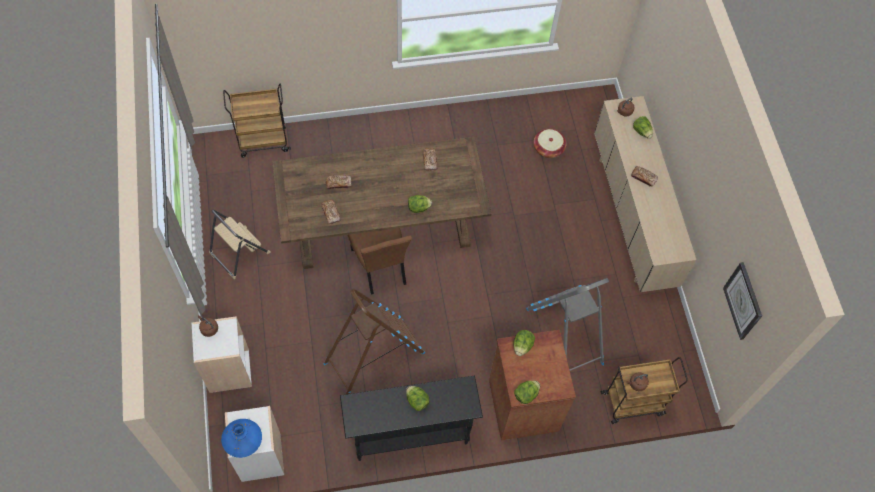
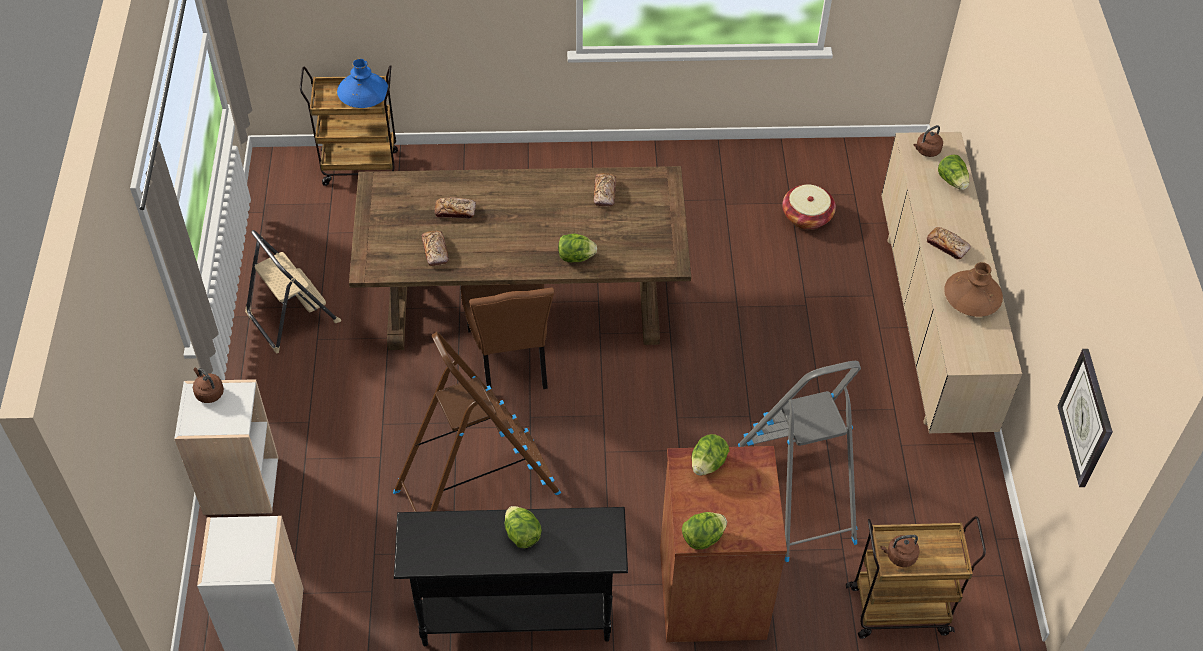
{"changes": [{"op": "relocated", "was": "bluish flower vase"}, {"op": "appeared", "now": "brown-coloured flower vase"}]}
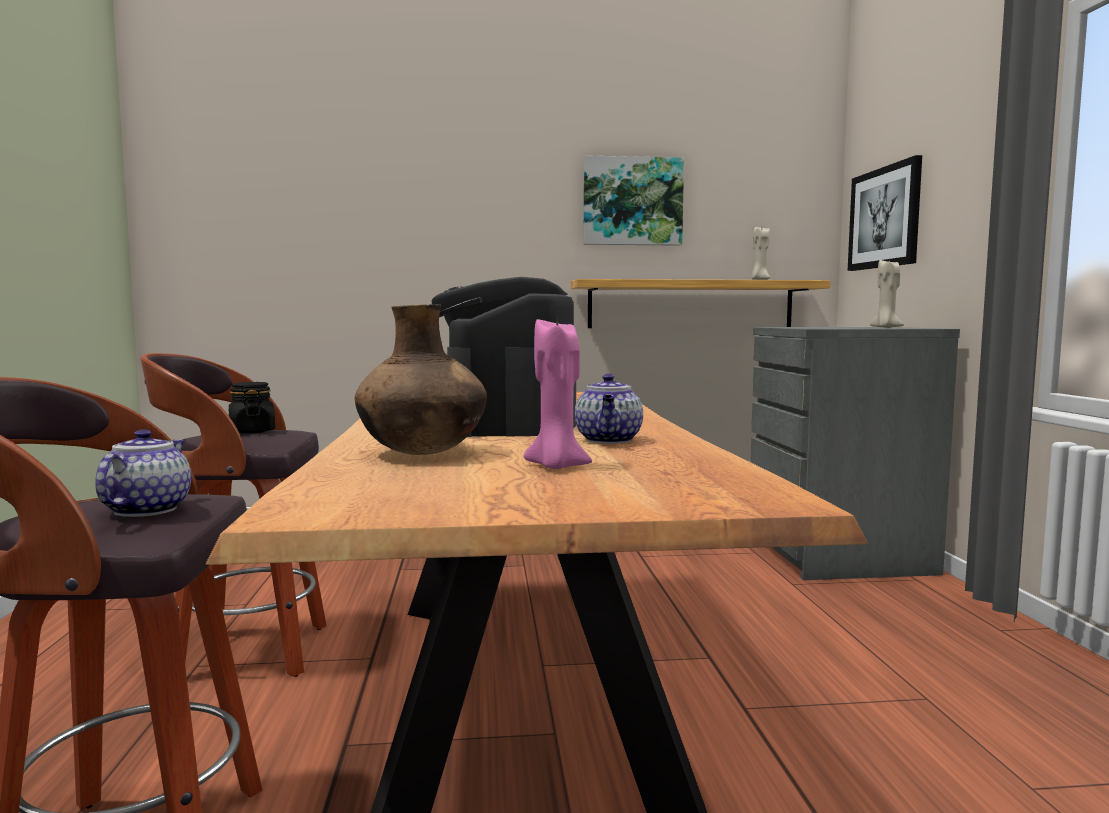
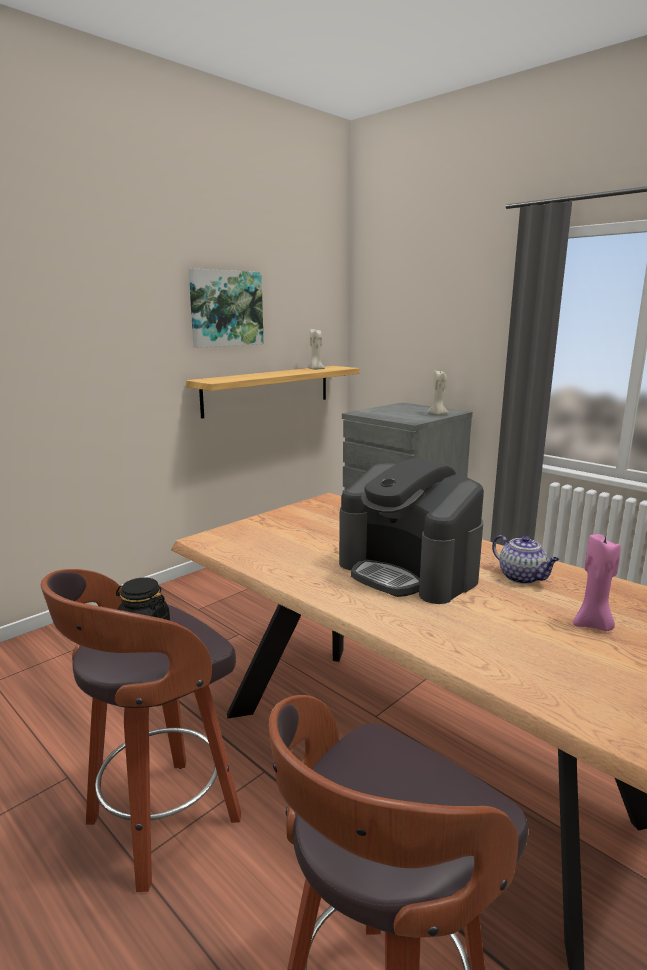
{"changes": [{"op": "missing", "was": "wall art (no. 2 from left)"}, {"op": "missing", "was": "brown-coloured flower vase"}, {"op": "missing", "was": "teapot (no. 1 from left)"}]}
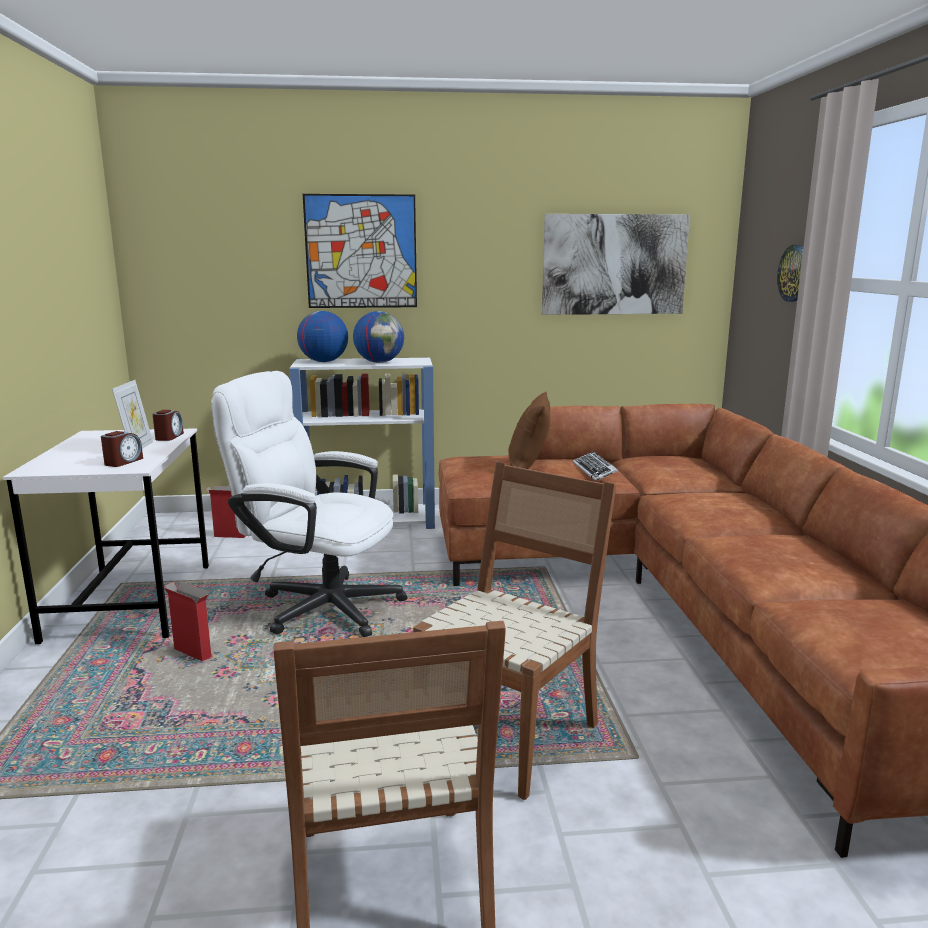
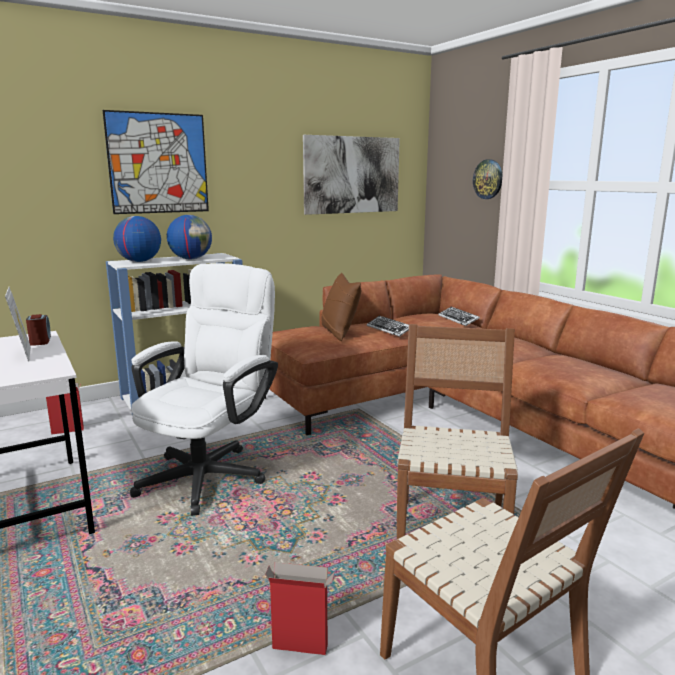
{"changes": [{"op": "spun", "was": "white-coloured desk chair", "clockwise": 120}, {"op": "missing", "was": "bedside clock (no. 1 from left)"}, {"op": "relocated", "was": "cardboard box (no. 1 from left in the first image)", "now": "cardboard box (no. 2 from left)"}, {"op": "appeared", "now": "PC keyboard (no. 2 from left)"}]}
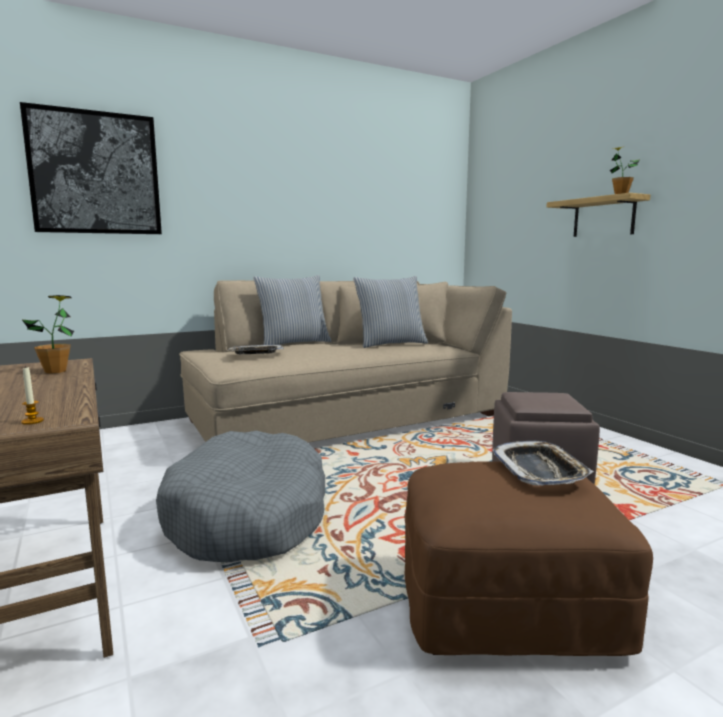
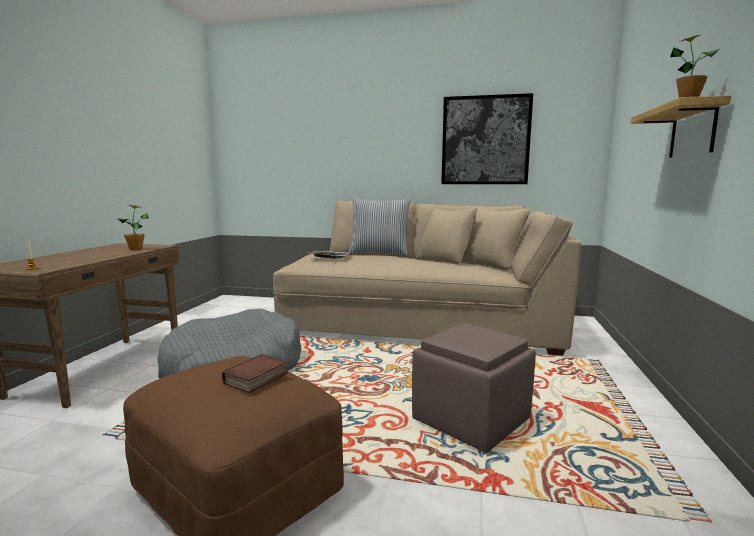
{"changes": [{"op": "relocated", "was": "wall art"}, {"op": "missing", "was": "pillow (no. 2 from left)"}, {"op": "exchanged", "was": "serving tray (no. 2 from left)", "now": "volume"}]}
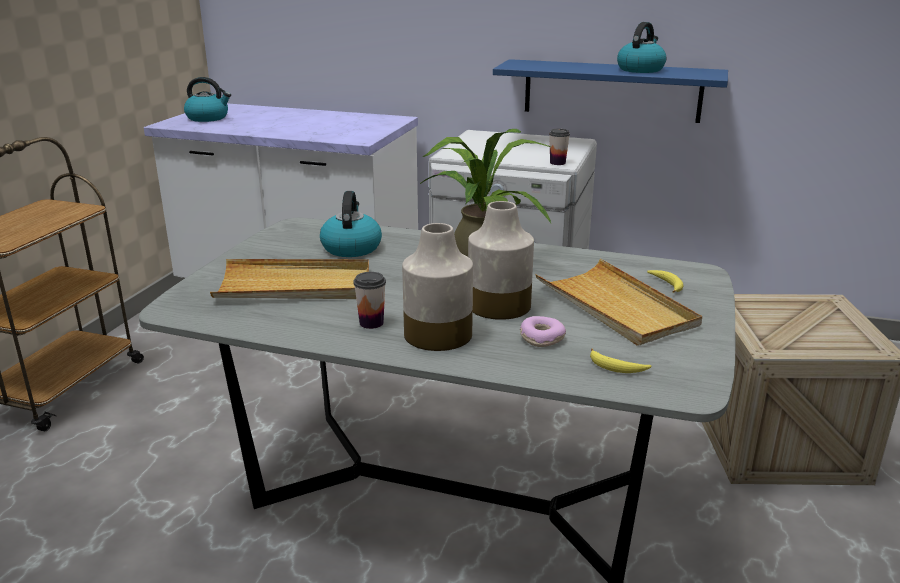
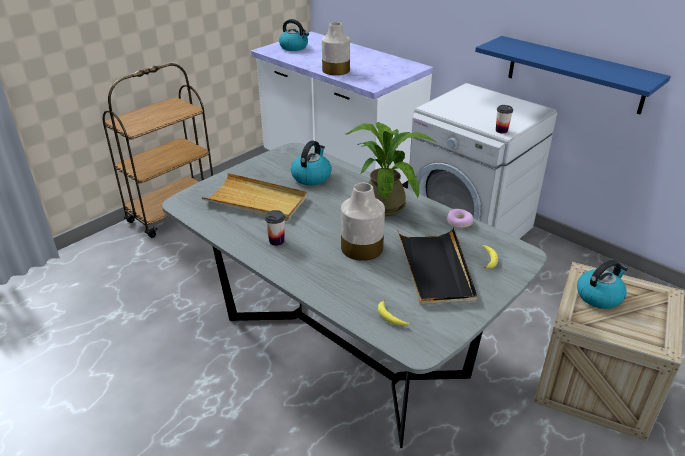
{"changes": [{"op": "relocated", "was": "tea kettle (no. 3 from left)"}, {"op": "relocated", "was": "beige flower vase (no. 1 from left)"}, {"op": "colour", "was": "beige serving tray (no. 2 from left)", "now": "blackish serving tray"}, {"op": "relocated", "was": "ring doughnut"}]}
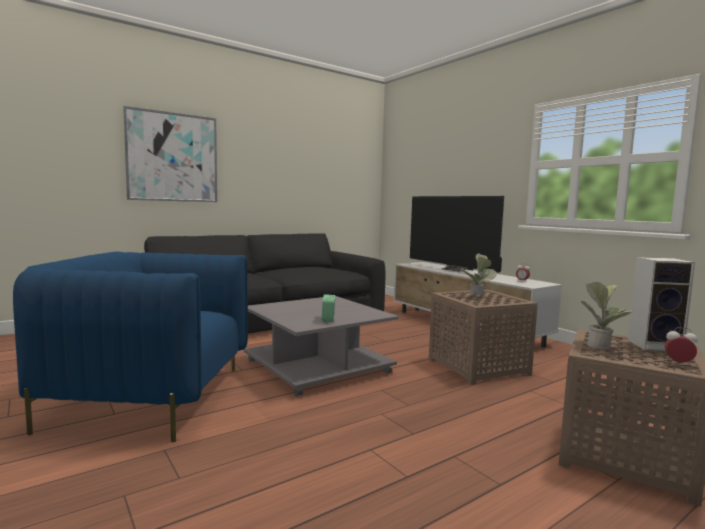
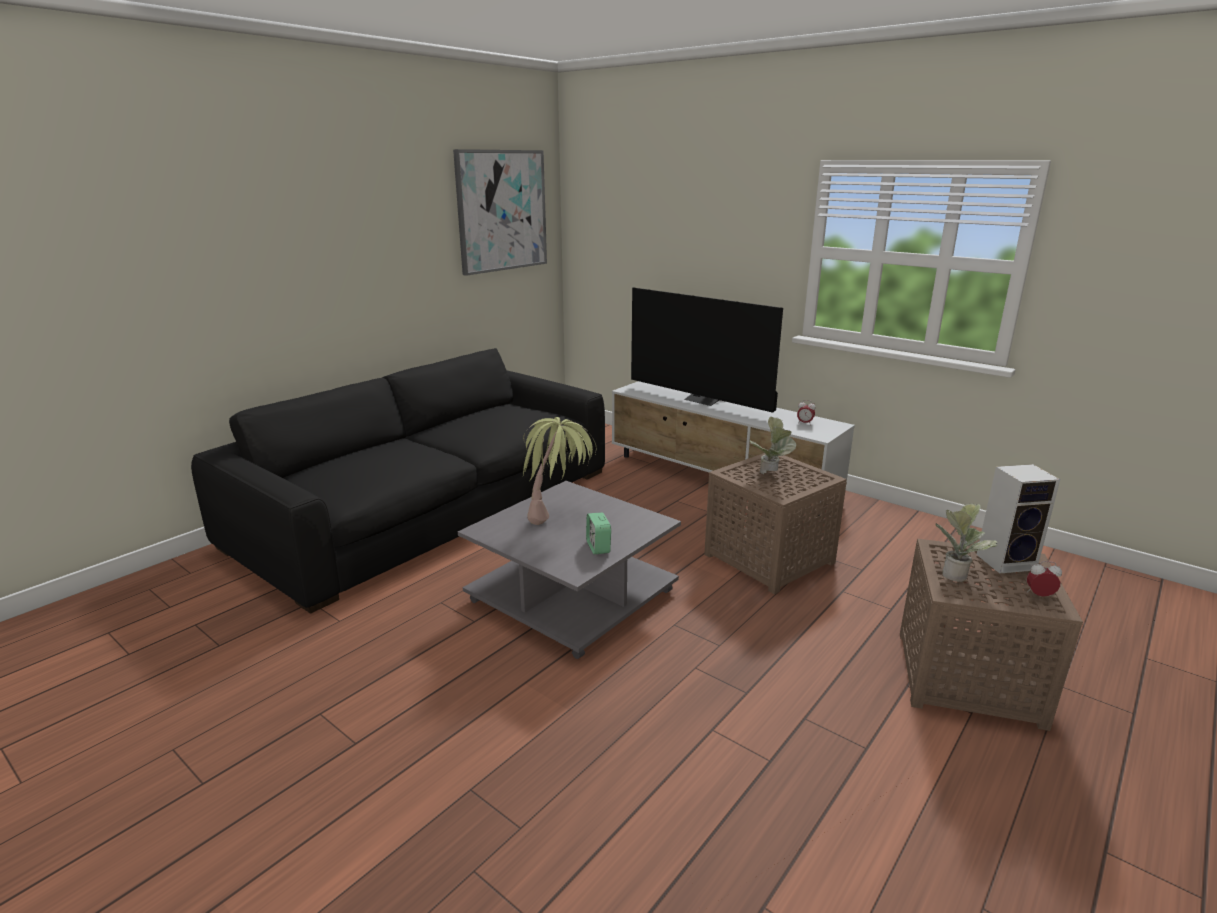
{"changes": [{"op": "relocated", "was": "wall art"}, {"op": "missing", "was": "bluish easy chair"}, {"op": "appeared", "now": "plant in a pot (no. 1 from left)"}]}
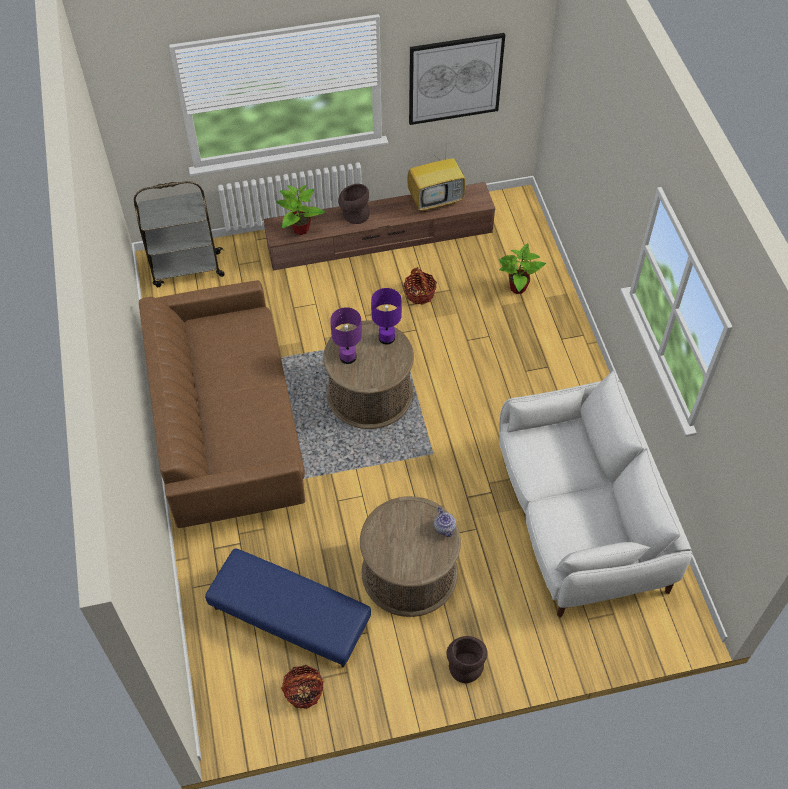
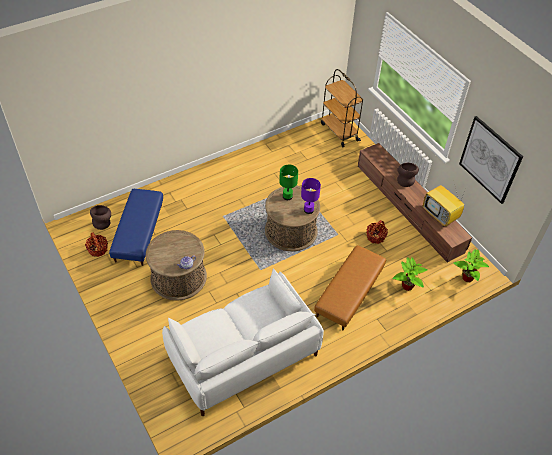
{"changes": [{"op": "colour", "was": "gray wheeled cart", "now": "brown-coloured wheeled cart"}, {"op": "relocated", "was": "plant in a pot (no. 1 from left in the first image)", "now": "plant in a pot (no. 2 from left)"}, {"op": "missing", "was": "brown-coloured couch"}, {"op": "colour", "was": "purple-coloured table lamp (no. 1 from left)", "now": "green-coloured table lamp"}, {"op": "relocated", "was": "brown-coloured flower vase (no. 2 from left in the first image)", "now": "brown-coloured flower vase (no. 1 from left)"}, {"op": "appeared", "now": "brown-coloured pouffe"}]}
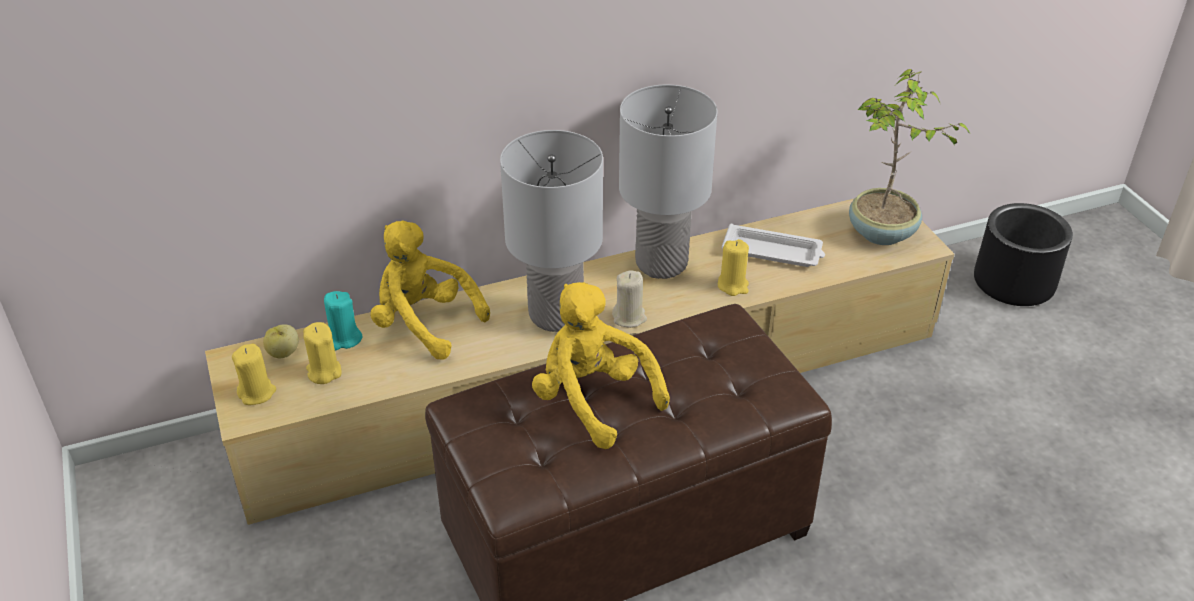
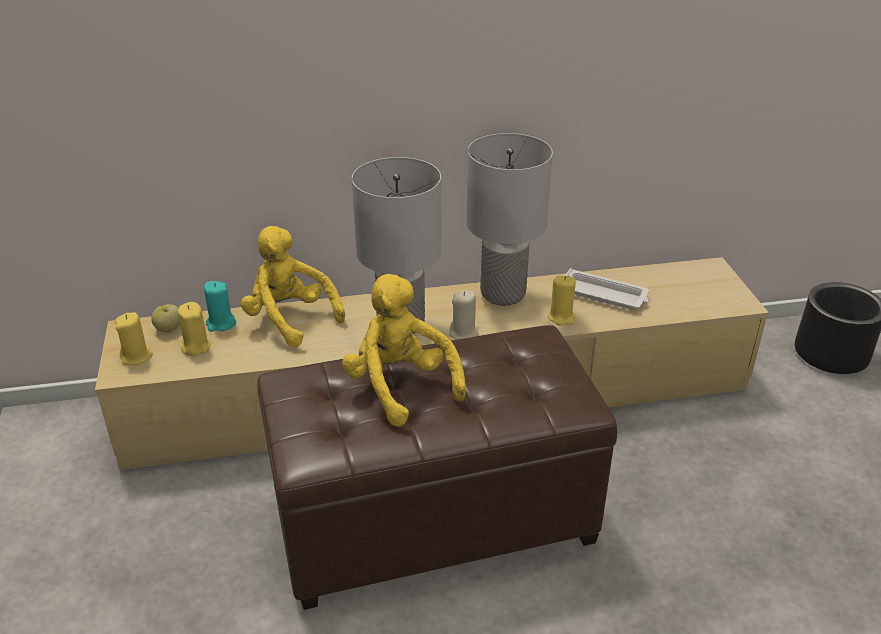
{"changes": [{"op": "missing", "was": "plant in a pot"}]}
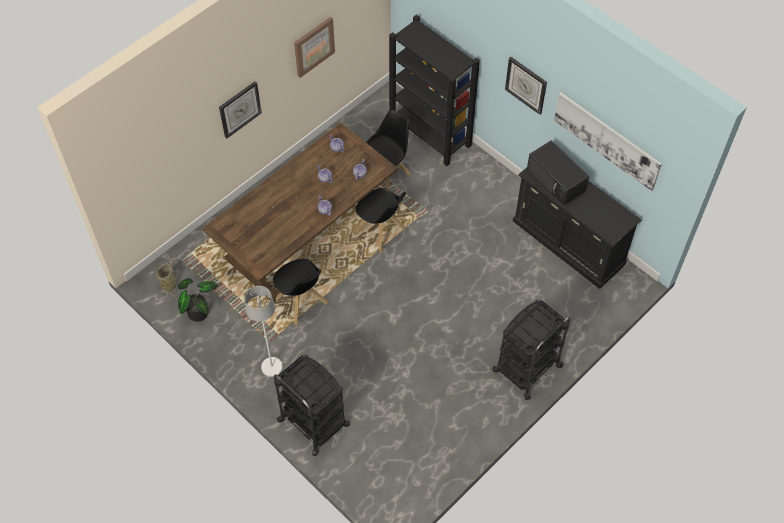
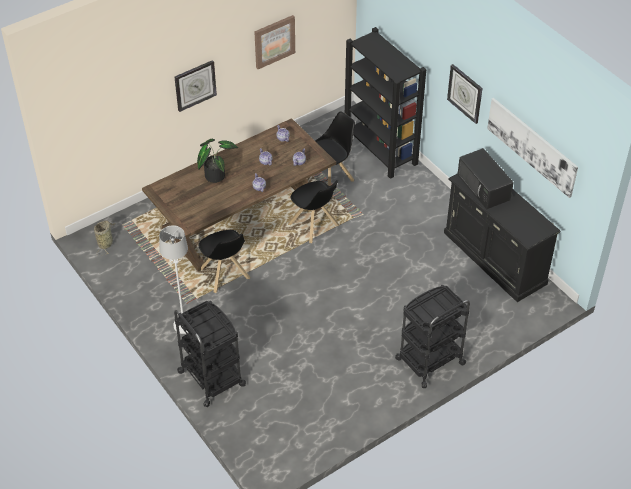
{"changes": [{"op": "relocated", "was": "plant in a pot"}]}
